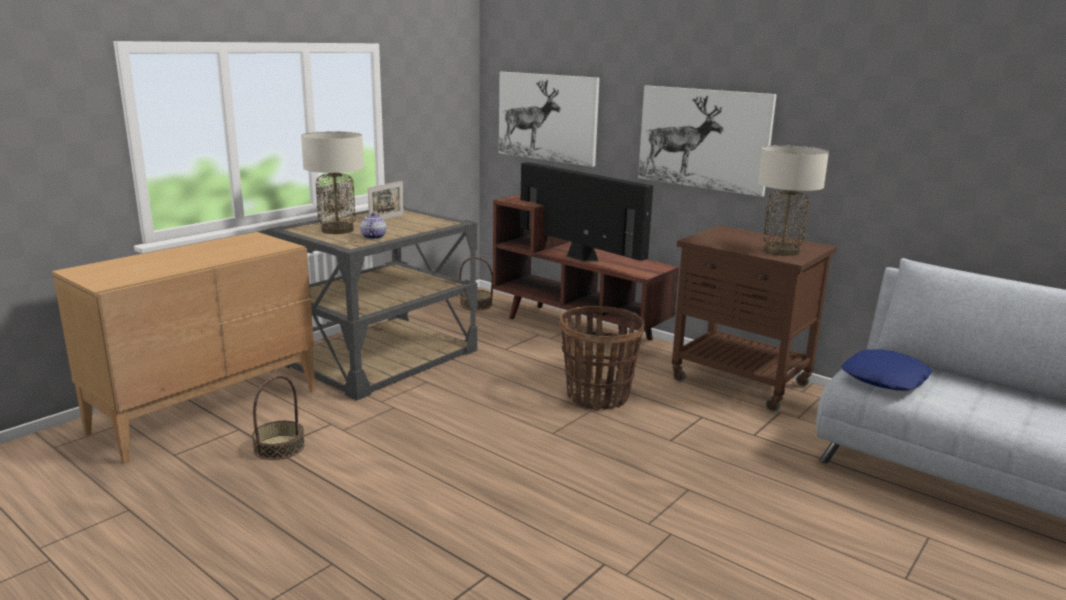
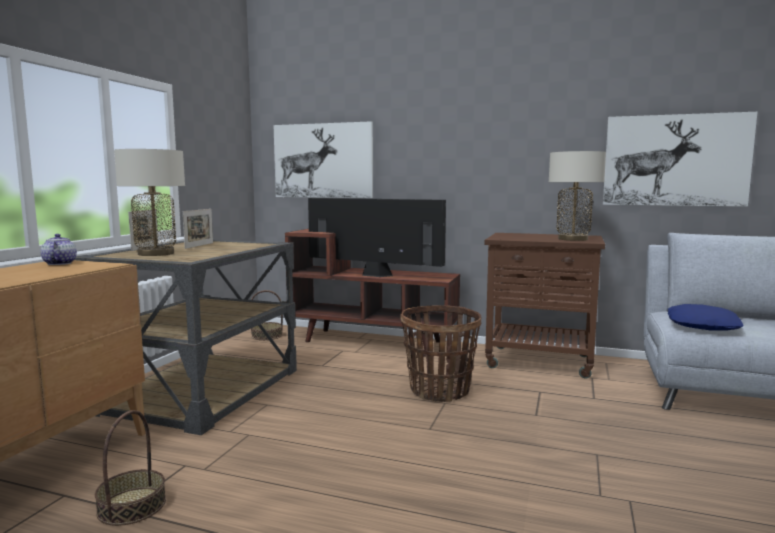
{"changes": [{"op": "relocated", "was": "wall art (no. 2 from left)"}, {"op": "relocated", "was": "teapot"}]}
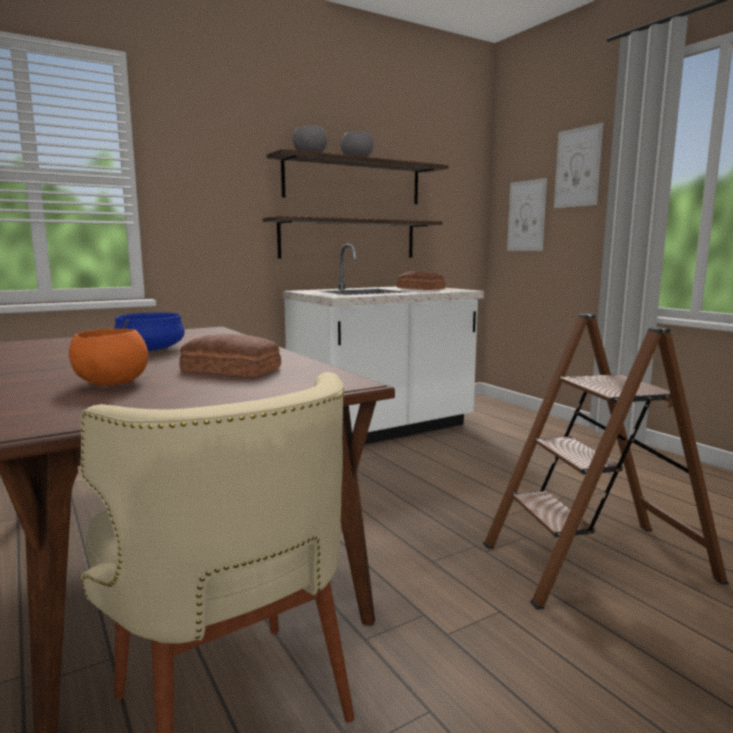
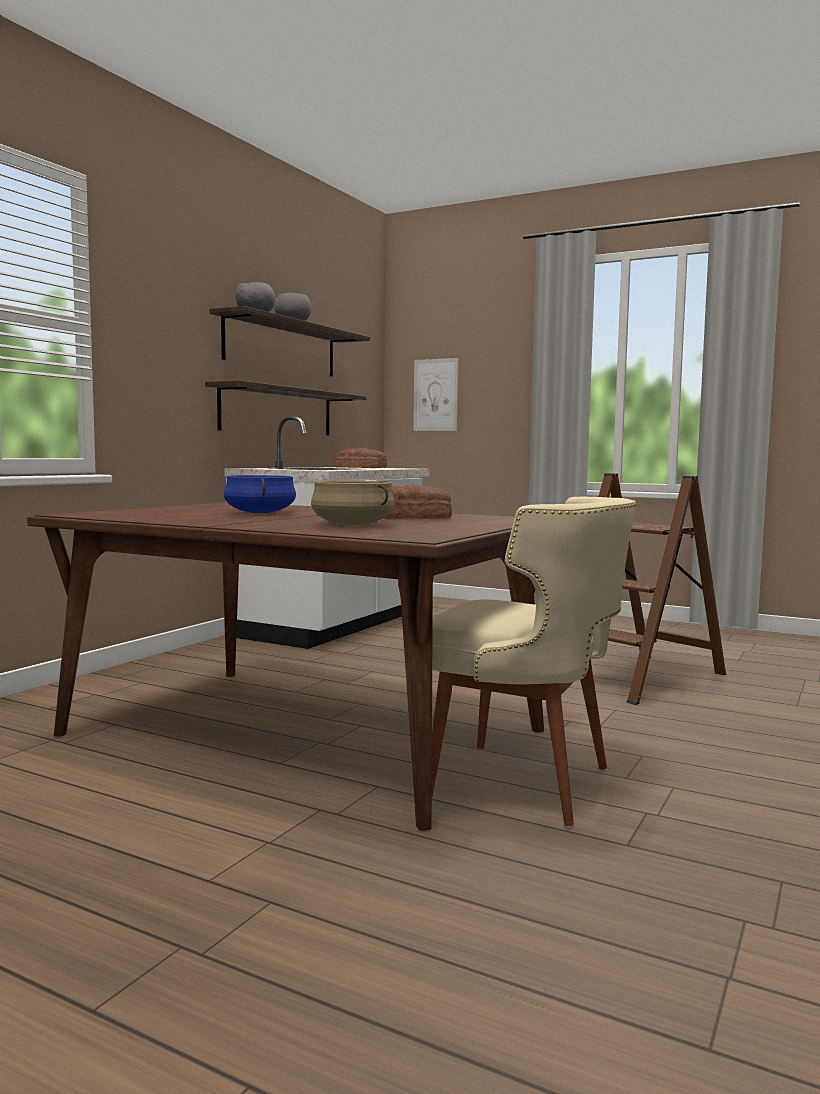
{"changes": [{"op": "missing", "was": "wall art (no. 2 from left)"}, {"op": "exchanged", "was": "orange-coloured serving bowl", "now": "beige cooking pot"}]}
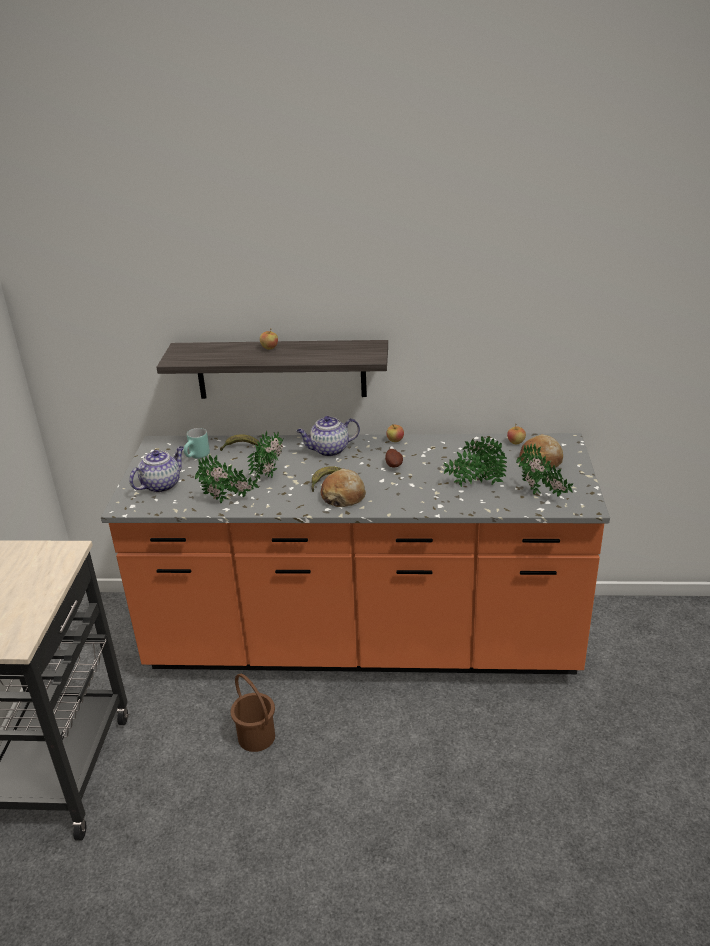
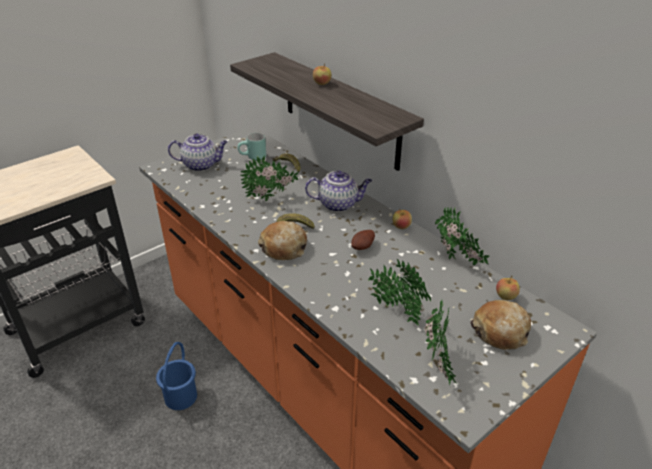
{"changes": [{"op": "spun", "was": "teapot (no. 2 from left)", "clockwise": 150}, {"op": "relocated", "was": "plant in a pot (no. 1 from left in the first image)", "now": "plant in a pot (no. 4 from left)"}, {"op": "colour", "was": "brown-coloured water bucket", "now": "bluish water bucket"}]}
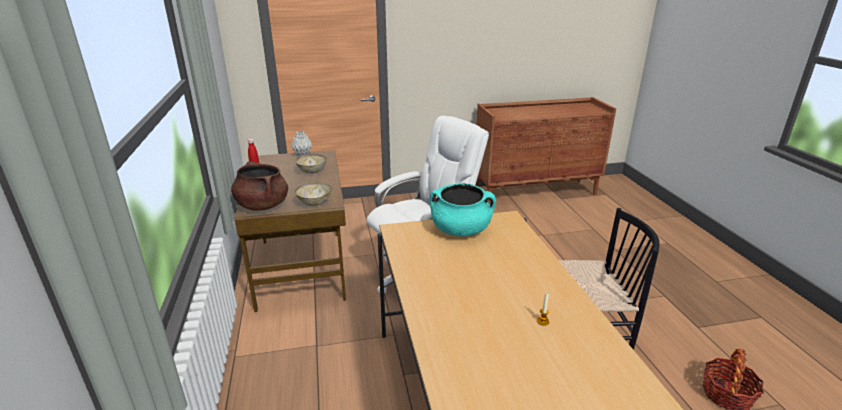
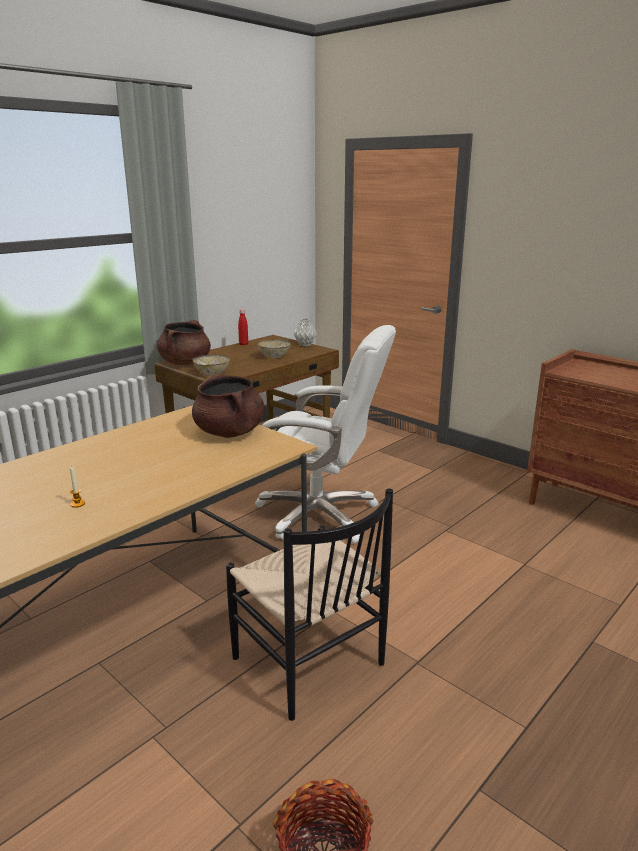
{"changes": [{"op": "colour", "was": "turquoise cooking pot", "now": "brown-coloured cooking pot (no. 2 from left)"}]}
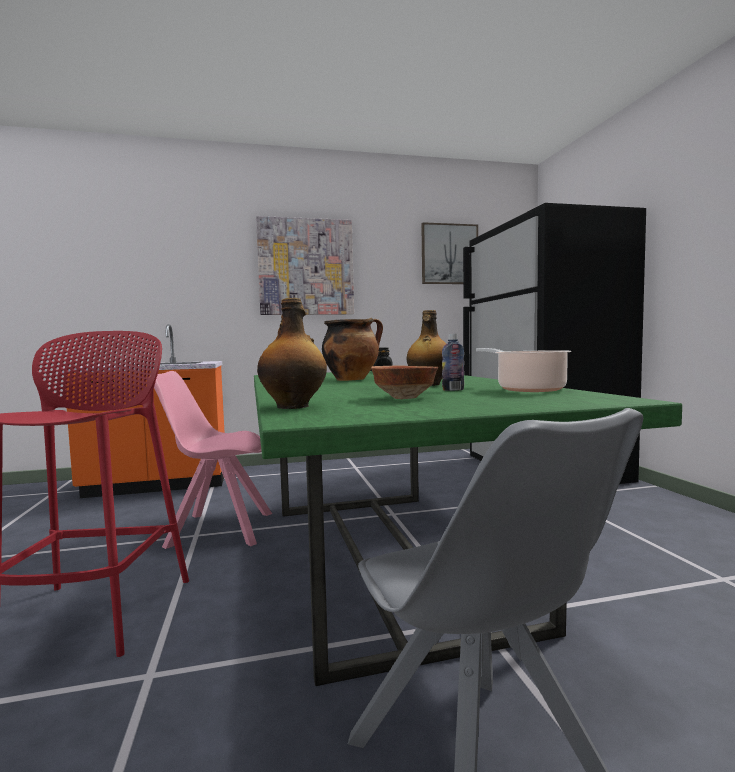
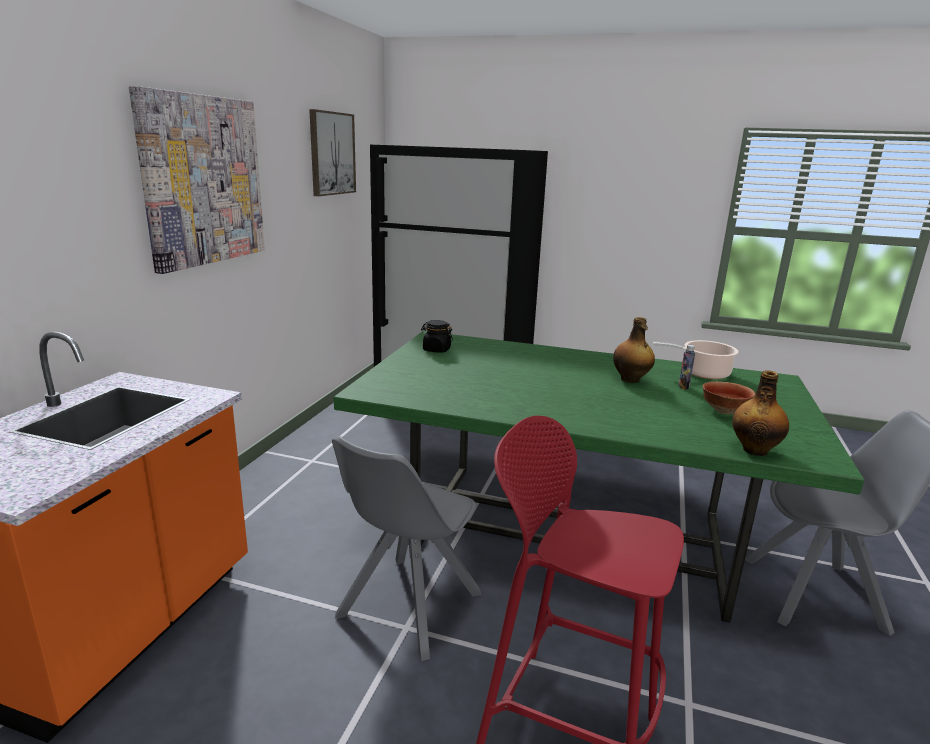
{"changes": [{"op": "missing", "was": "cooking pot (no. 1 from left)"}, {"op": "colour", "was": "pink-coloured upright chair", "now": "gray upright chair (no. 1 from left)"}]}
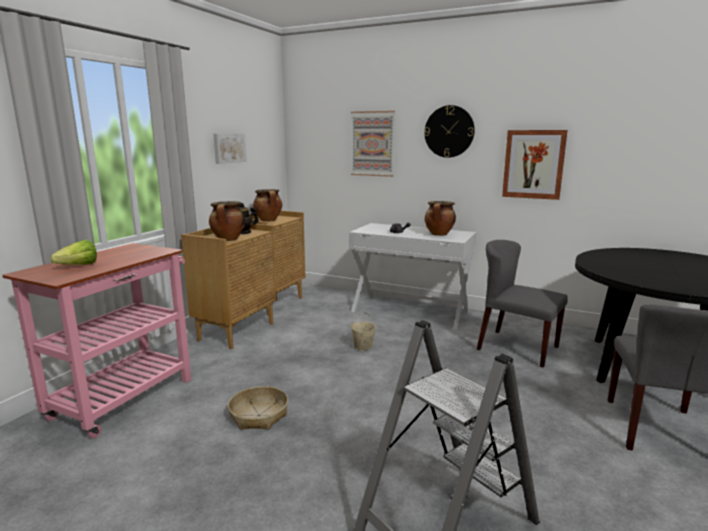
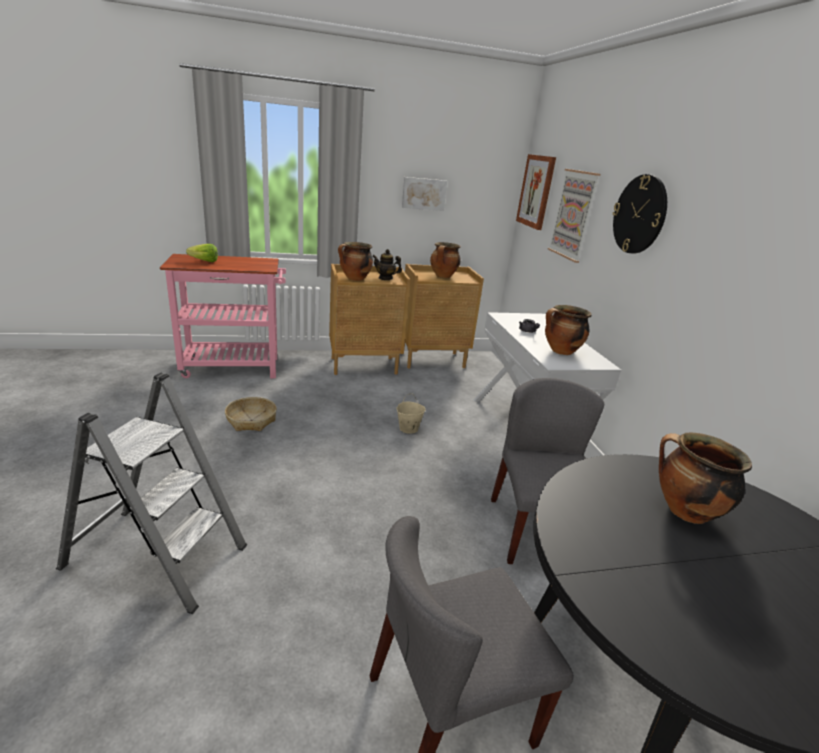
{"changes": [{"op": "relocated", "was": "wall art (no. 3 from left in the first image)", "now": "wall art (no. 2 from left)"}, {"op": "appeared", "now": "cooking pot (no. 4 from left)"}]}
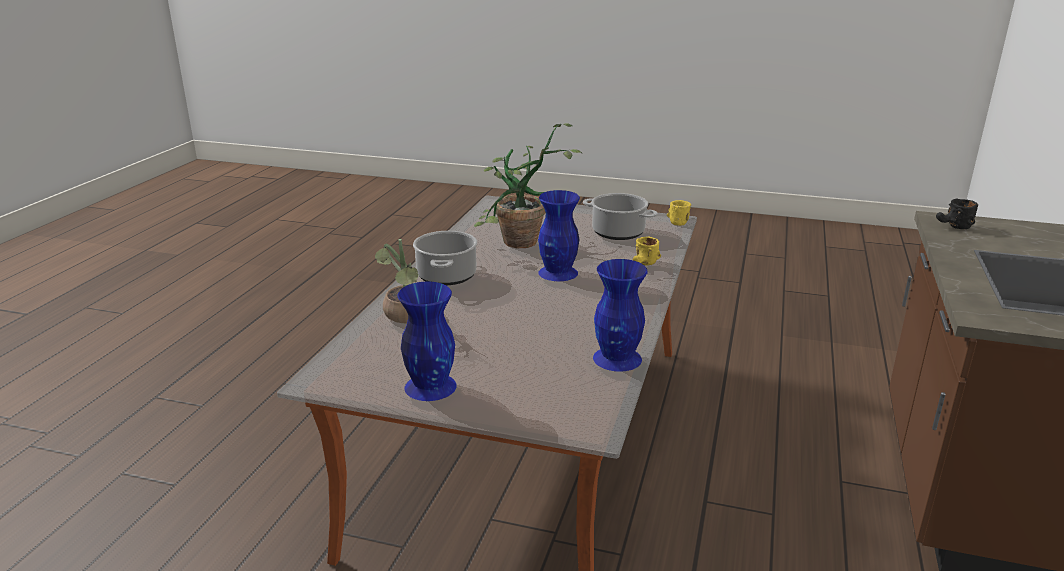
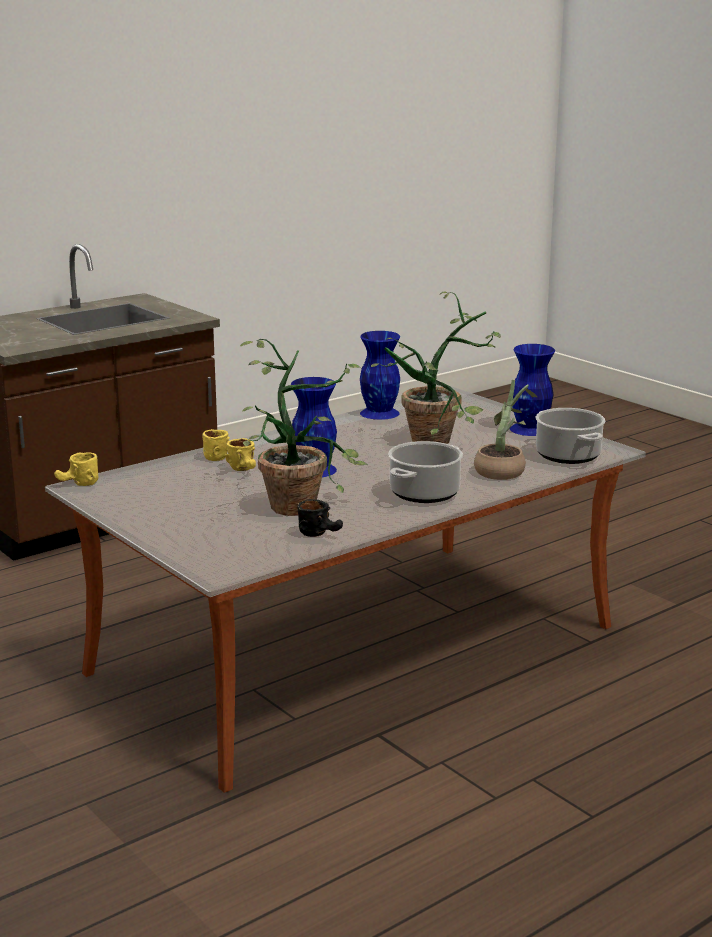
{"changes": [{"op": "relocated", "was": "cooking pot (no. 2 from left)"}, {"op": "relocated", "was": "blackish mug"}, {"op": "appeared", "now": "plant in a pot (no. 2 from left)"}, {"op": "appeared", "now": "yellowish mug (no. 3 from left)"}]}
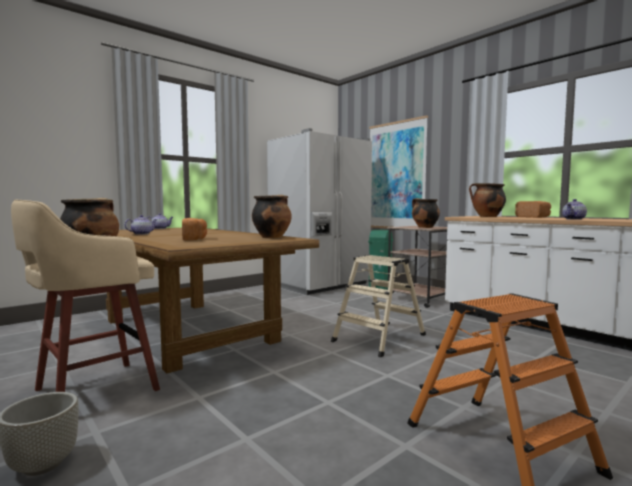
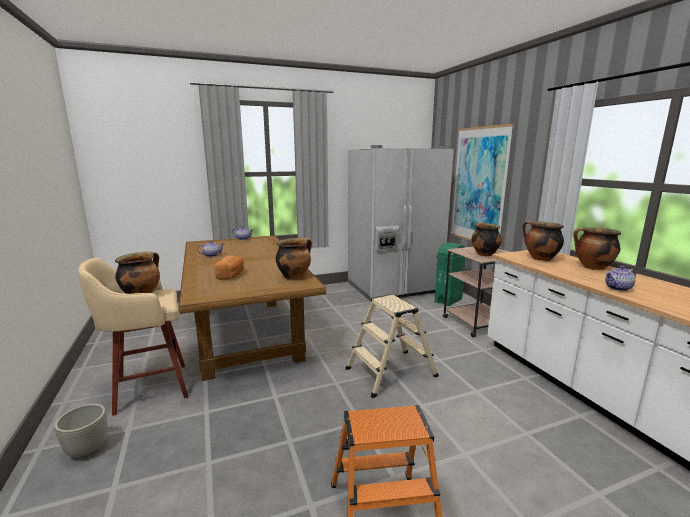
{"changes": [{"op": "exchanged", "was": "baked bread (no. 2 from left)", "now": "cooking pot (no. 5 from left)"}]}
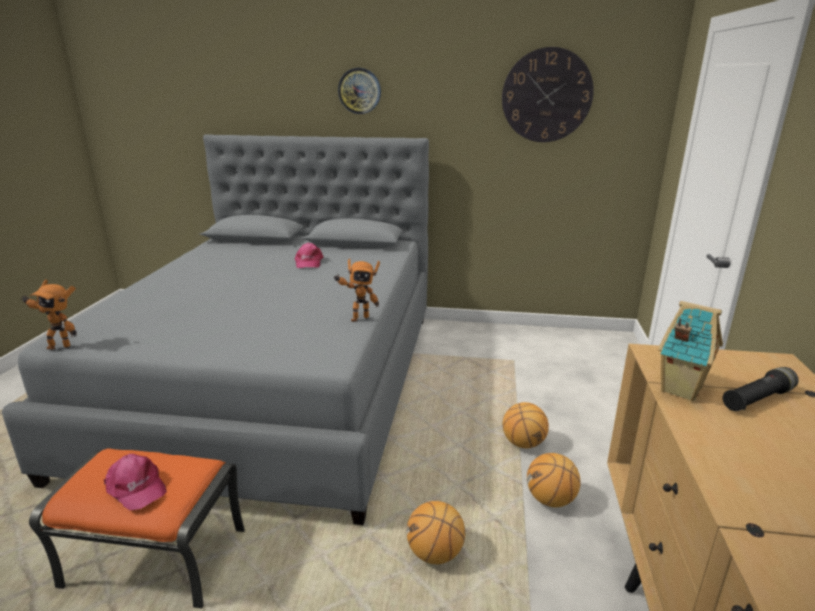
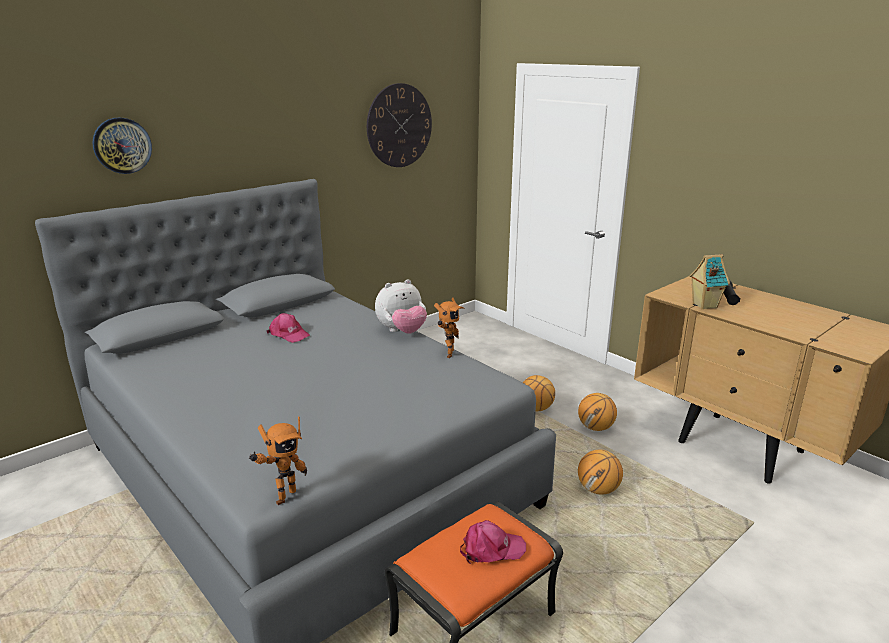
{"changes": [{"op": "relocated", "was": "wall clock (no. 1 from left)"}, {"op": "appeared", "now": "cuddly toy"}]}
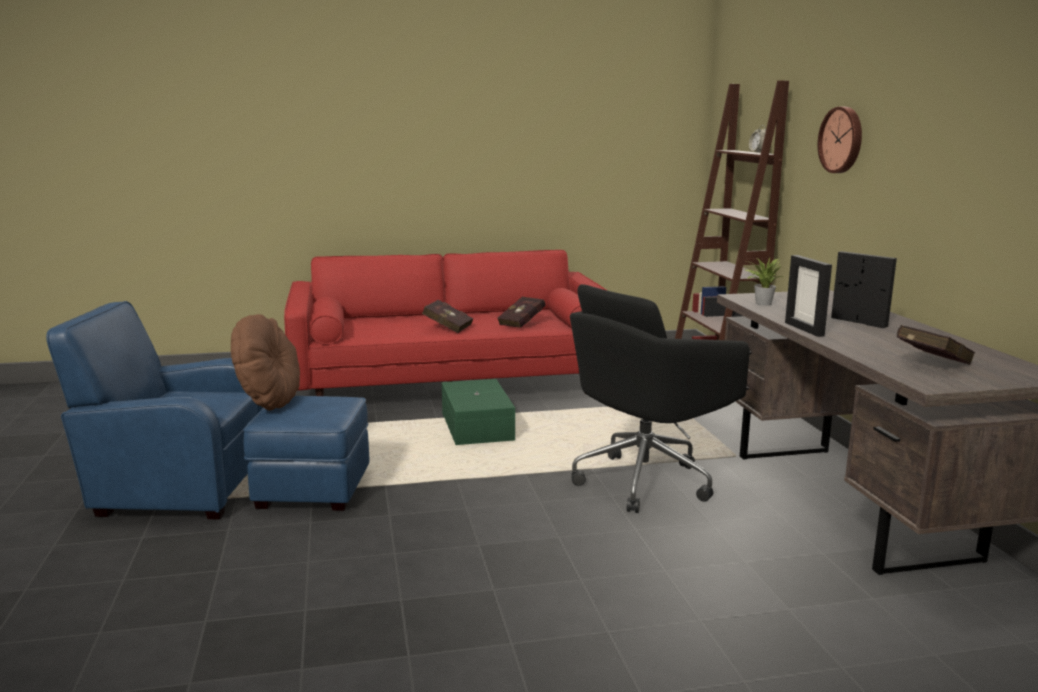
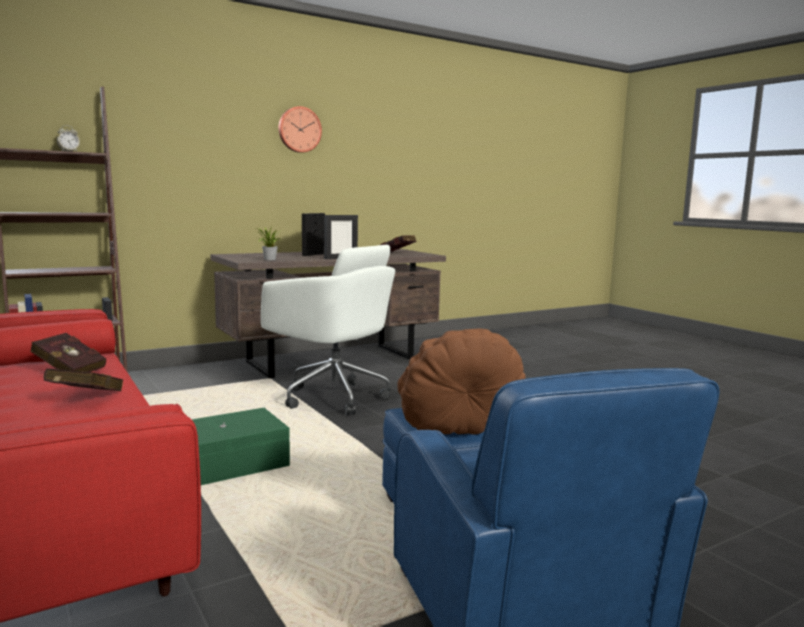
{"changes": [{"op": "relocated", "was": "wall clock"}, {"op": "colour", "was": "blackish desk chair", "now": "white-coloured desk chair"}]}
